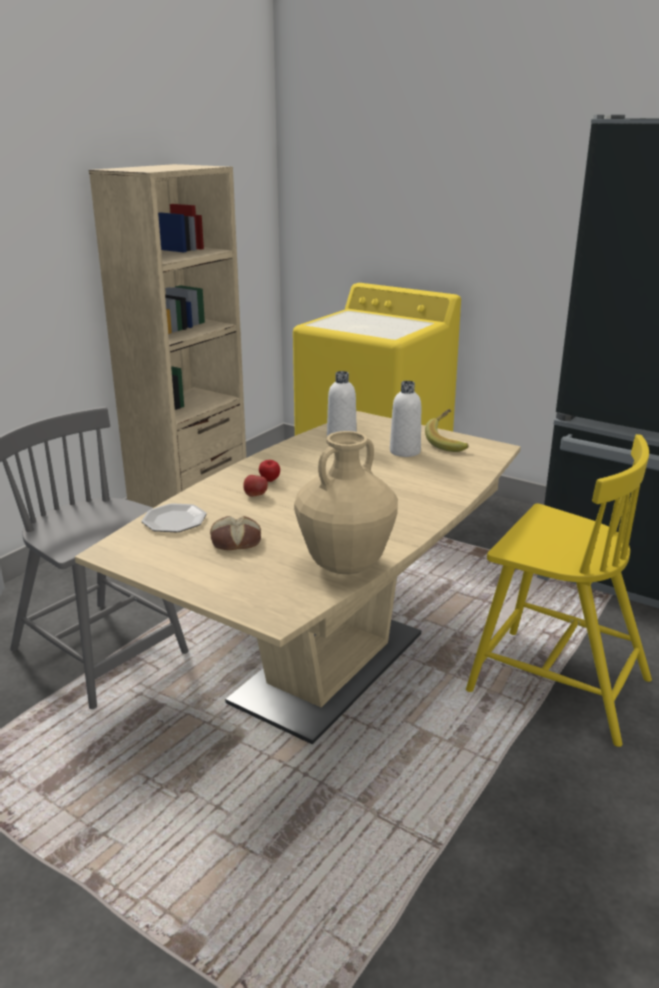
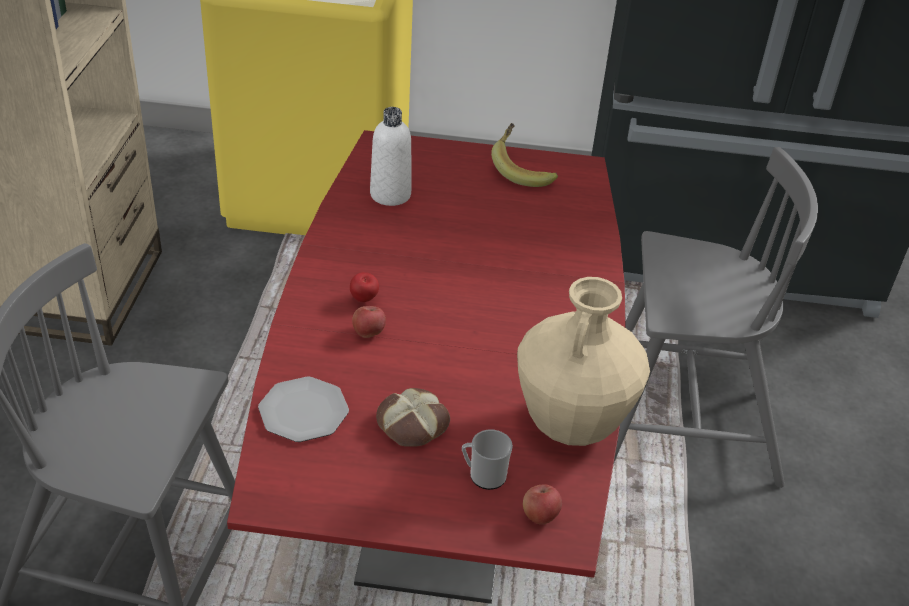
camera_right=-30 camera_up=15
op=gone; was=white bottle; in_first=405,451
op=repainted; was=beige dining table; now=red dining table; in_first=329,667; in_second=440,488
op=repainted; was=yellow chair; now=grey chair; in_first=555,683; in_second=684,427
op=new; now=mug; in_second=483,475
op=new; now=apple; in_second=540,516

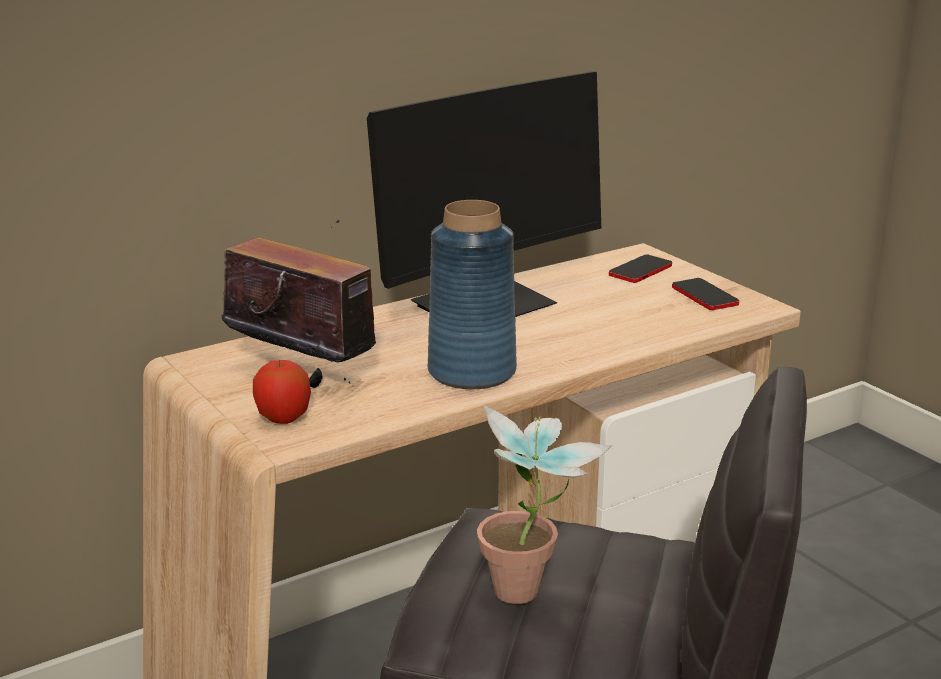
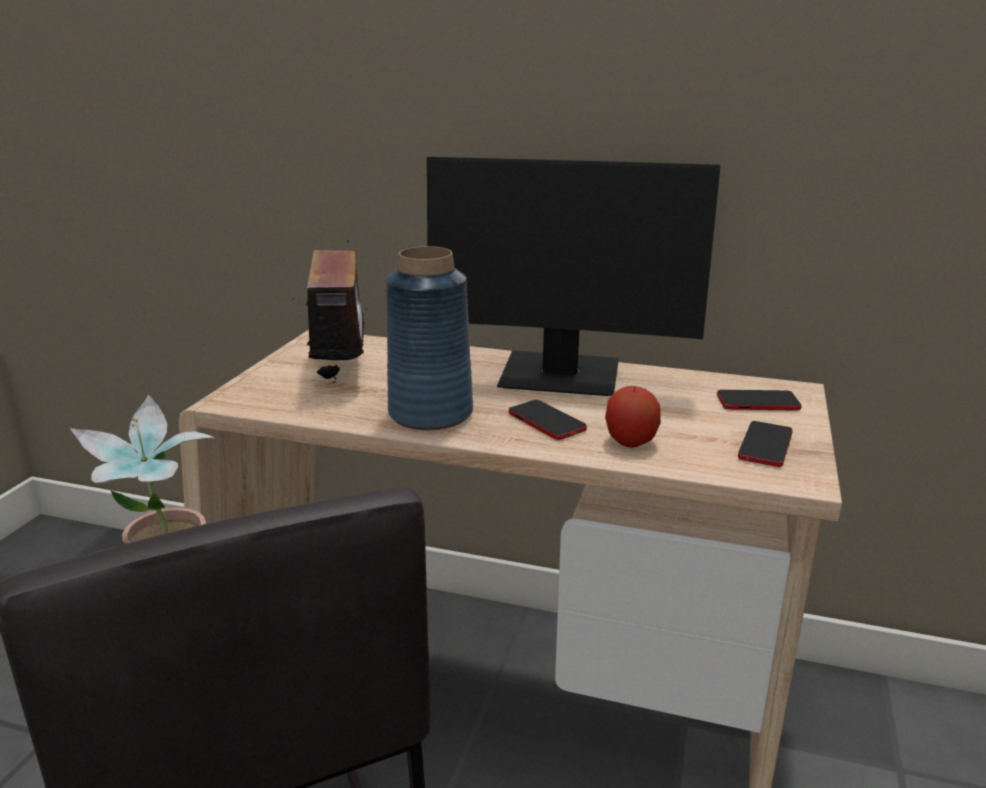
camera_right=50 camera_up=0
op=shifted; was=apple; in_first=283,417; in_second=630,441
op=new; now=phone; in_second=546,421

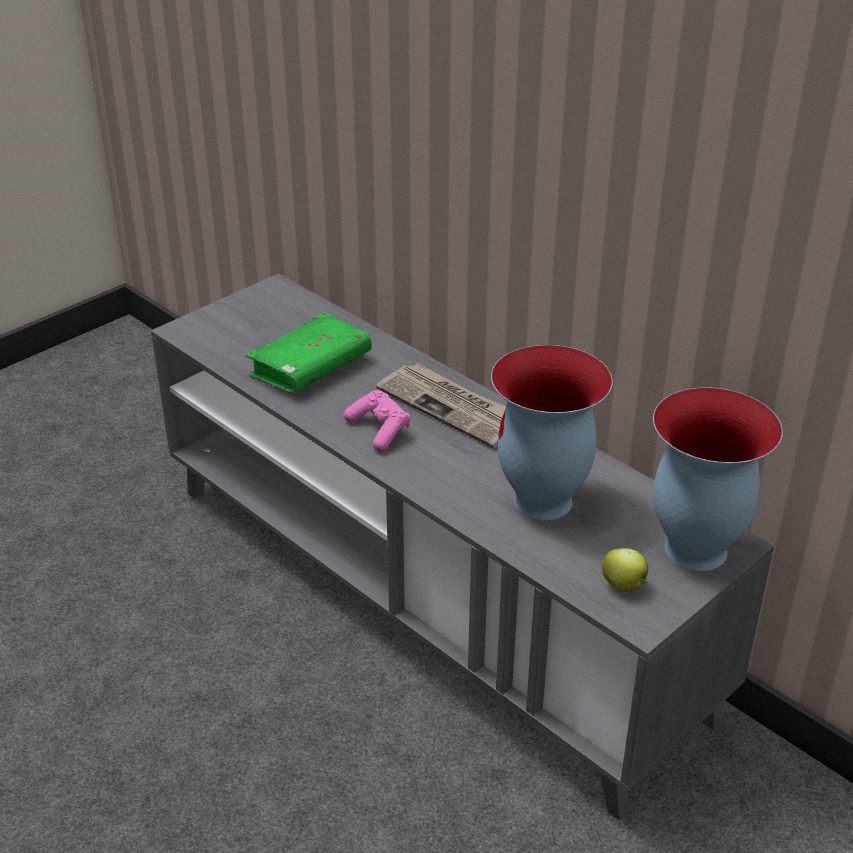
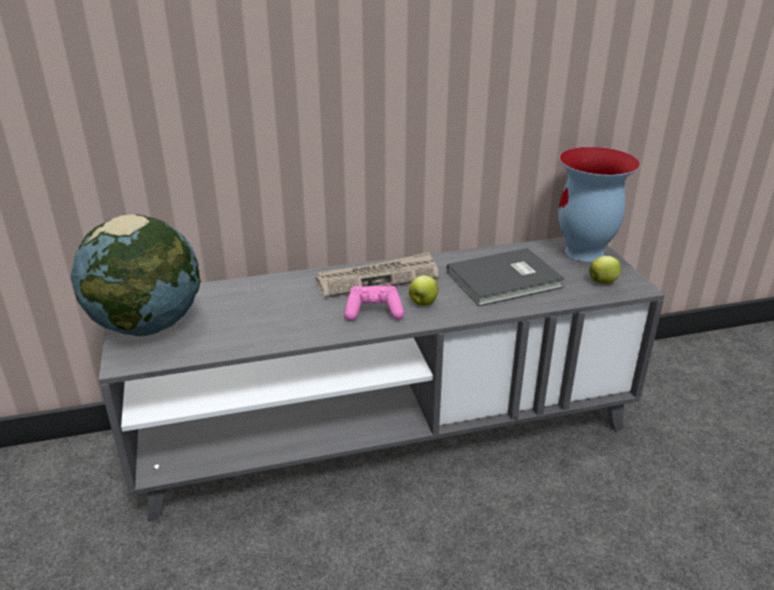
camera_right=-60 camera_up=-5
op=gone; was=green book; in_first=310,368
op=swapped; was=vase; now=grey book; in_first=543,502; in_second=506,280
op=new; now=globe; in_second=148,325
op=new; now=apple; in_second=423,303

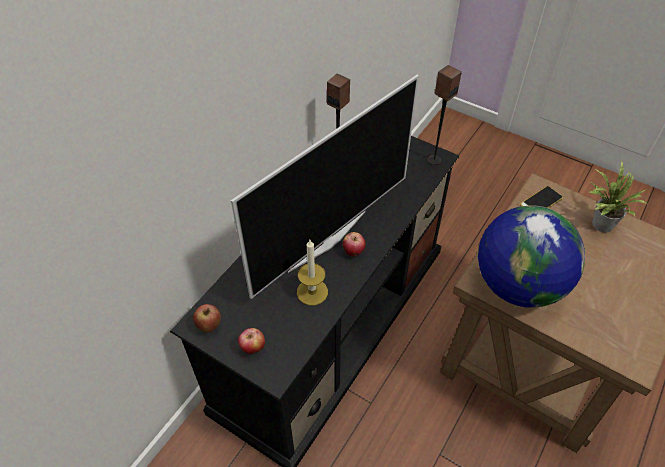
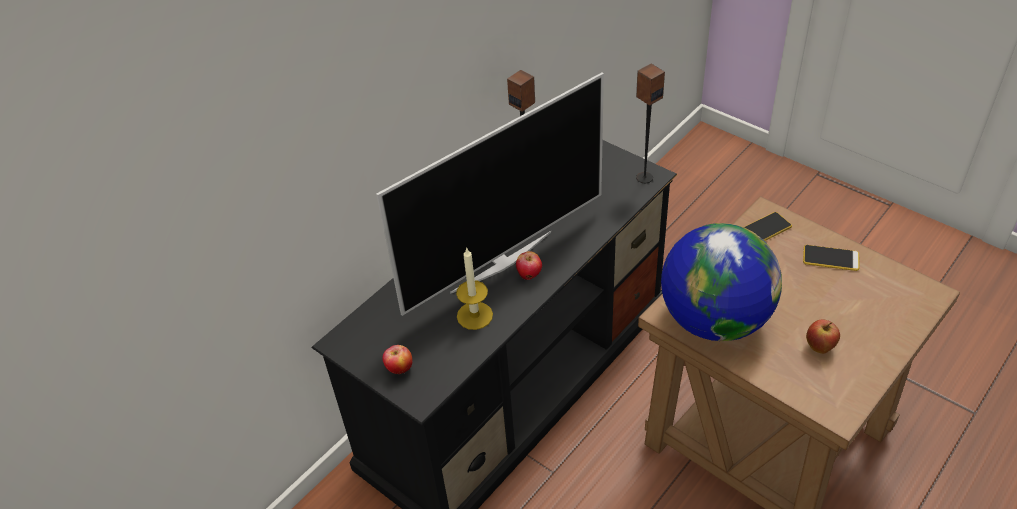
camera_right=10 camera_up=-5
op=swapped; was=potted plant; now=phone; in_first=599,224; in_second=830,258
op=shifted; was=apple; in_first=209,326; in_second=819,347

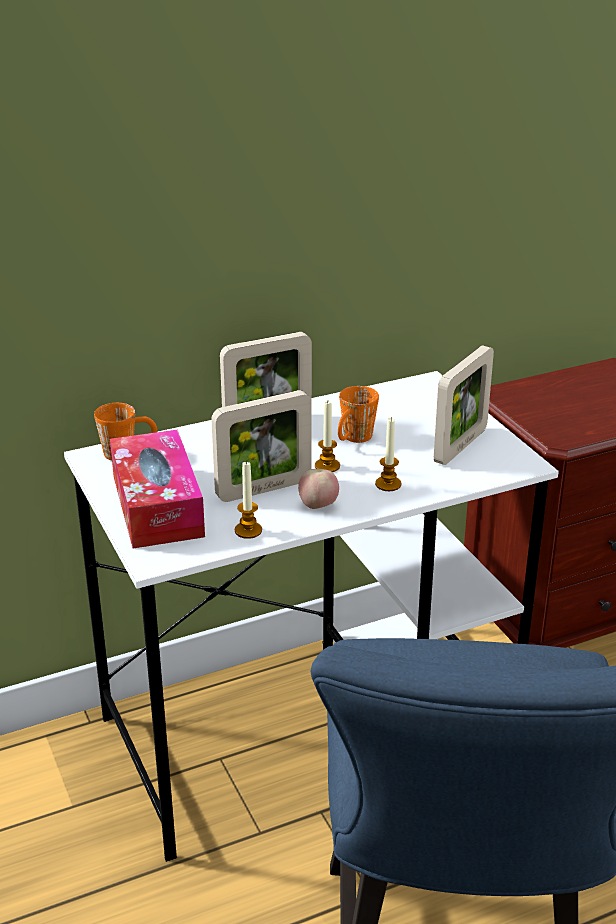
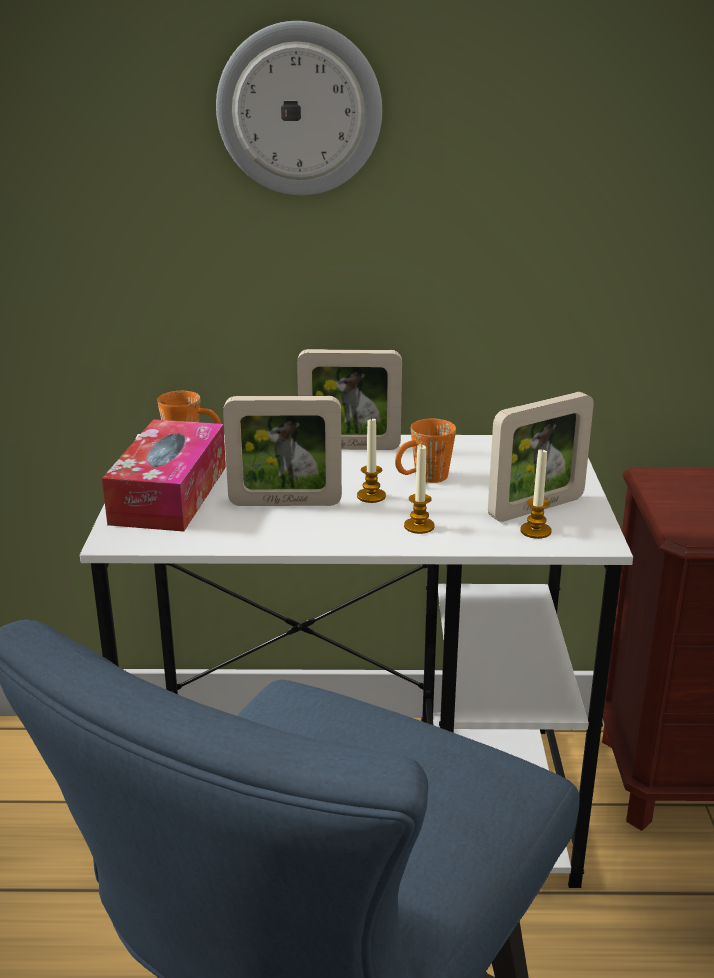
camera_right=25 camera_up=-5
op=shifted; was=candle; in_first=248,530; in_second=535,531
op=gone; was=apple; in_first=318,506
op=new; now=wall clock; in_second=299,110

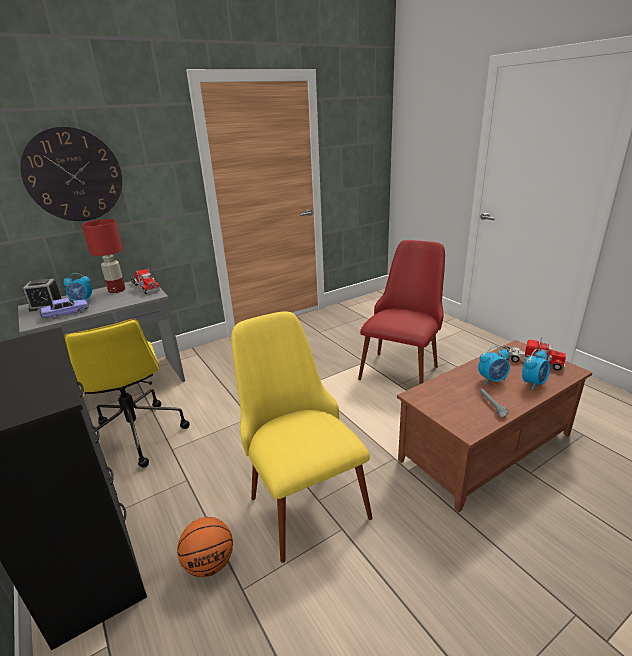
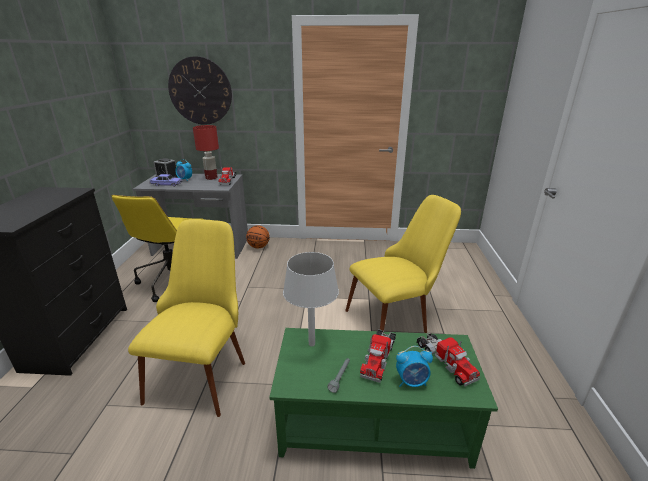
camera_right=35 camera_up=0
op=repainted; was=red chair; now=yellow chair; in_first=403,366; in_second=396,317
op=repainted; was=brown coffee table; now=green coffee table; in_first=484,446; in_second=373,422
op=swapped; was=alarm clock; now=toy truck; in_first=492,380; in_second=378,357
op=shifted; was=basketball; in_first=209,563; in_second=258,247
op=new; now=grey table lamp; in_second=311,344

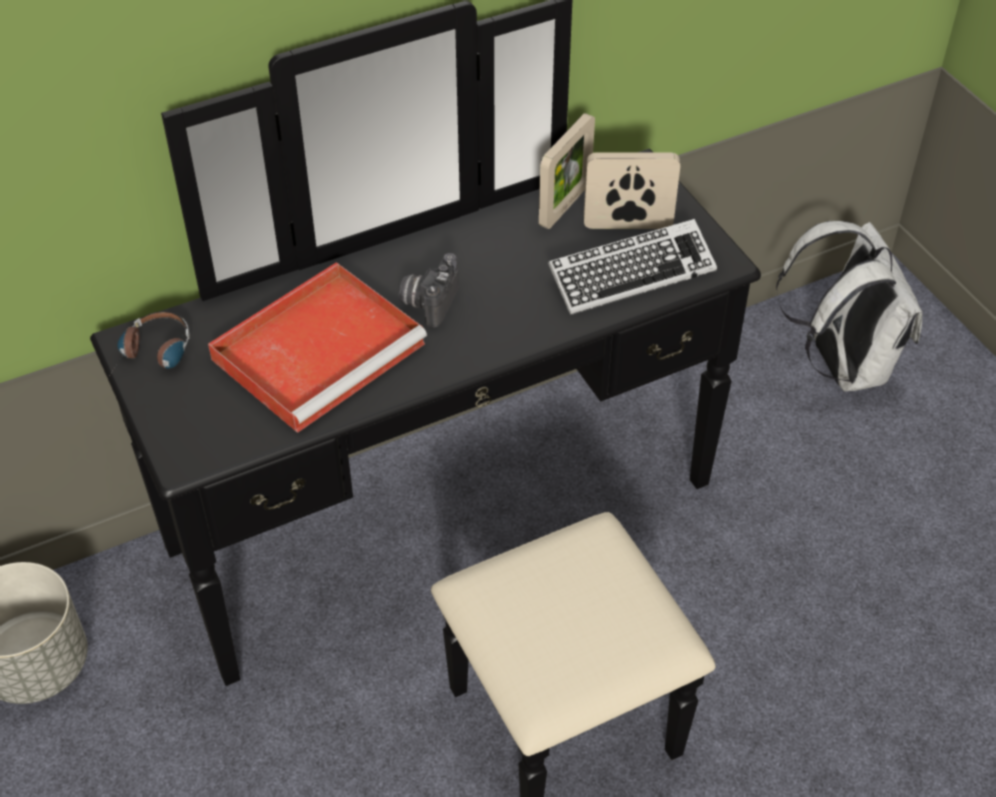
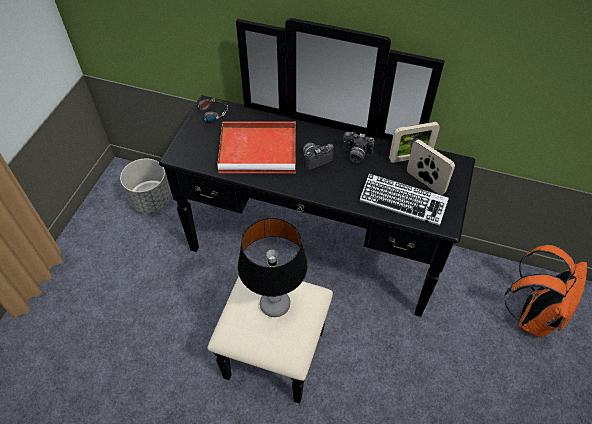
camera_right=45 camera_up=5
op=repainted; was=white backpack; now=orange backpack; in_first=841,364; in_second=532,315
op=new; now=photo camera; in_second=355,155
op=new; now=table lamp; in_second=275,305

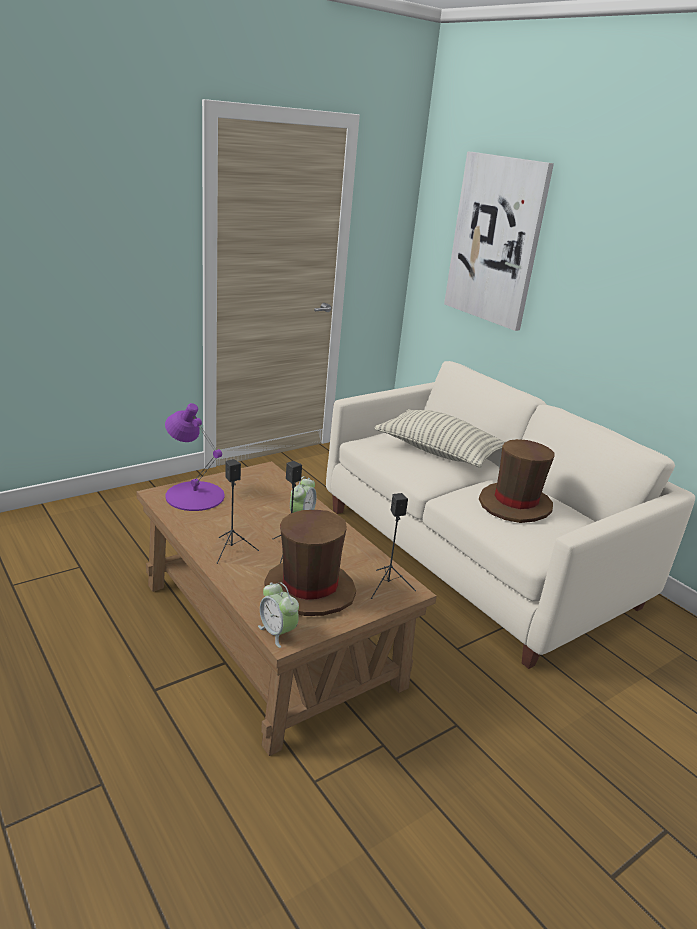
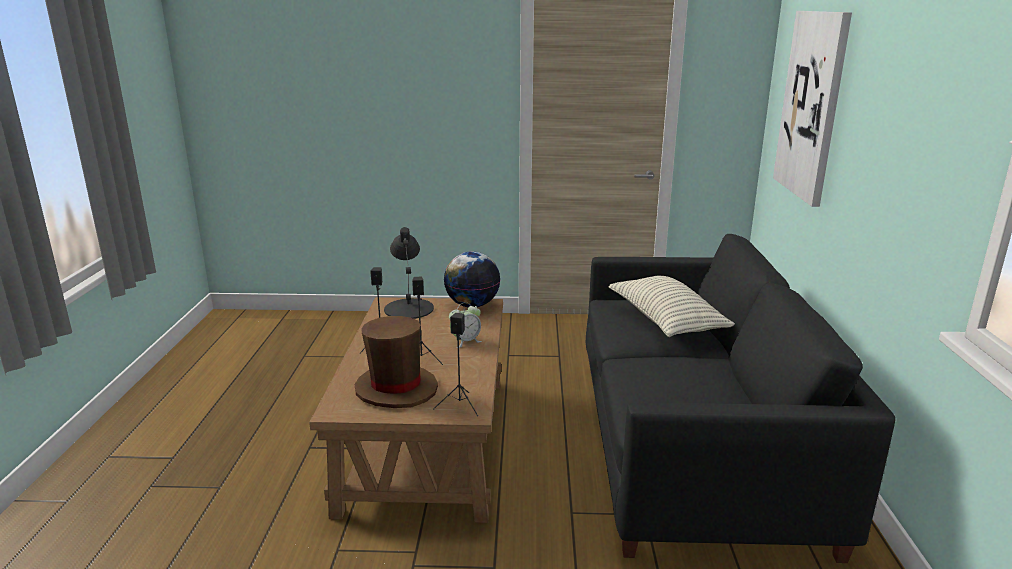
camera_right=40 camera_up=-5
op=repainted; was=white sofa; now=black sofa; in_first=476,556; in_second=693,446
op=repainted; was=purple table lamp; now=black table lamp; in_first=194,495; in_second=409,308
op=gone; was=brown hat; in_first=515,504
op=gone; was=alarm clock; in_first=277,632
op=new; now=globe; in_second=472,305

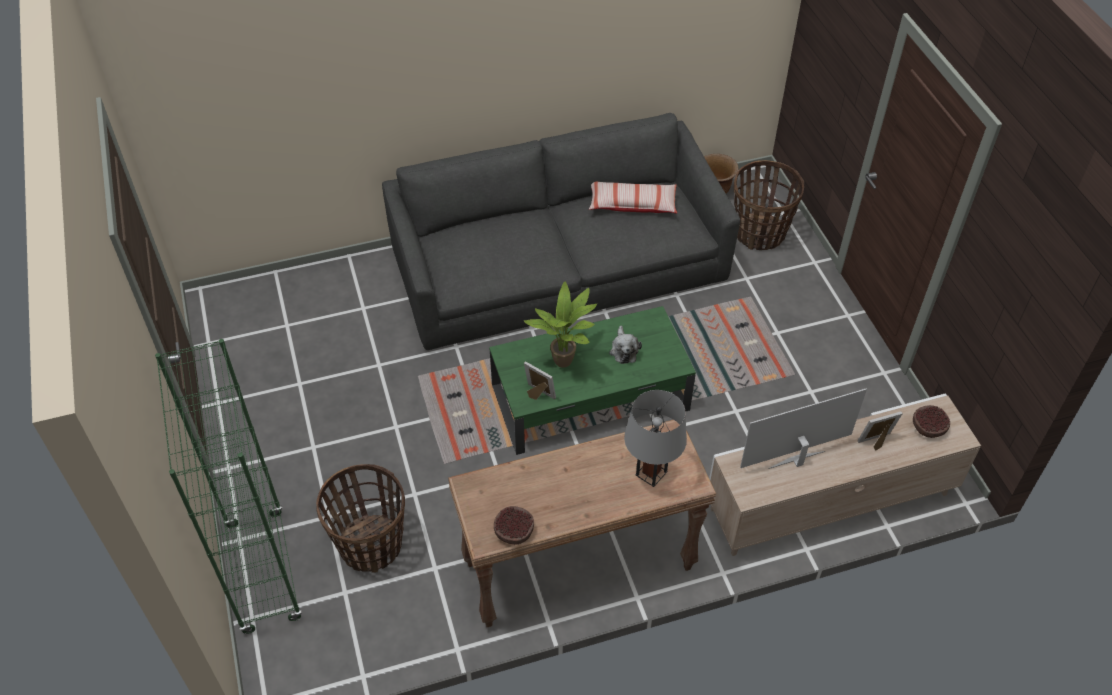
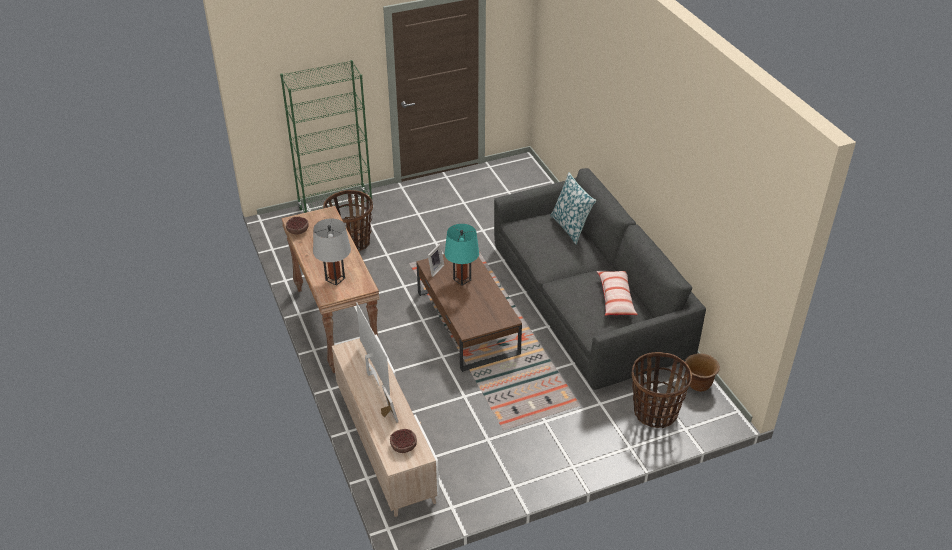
camera_right=85 camera_up=-10
op=swapped; was=potted plant; now=turquoise table lamp; in_first=565,363; in_second=462,279
op=repainted; was=green coffee table; now=brown coffee table; in_first=591,397; in_second=467,323
op=gone; was=plush toy; in_first=623,350
op=new; now=pillow; in_second=570,227

